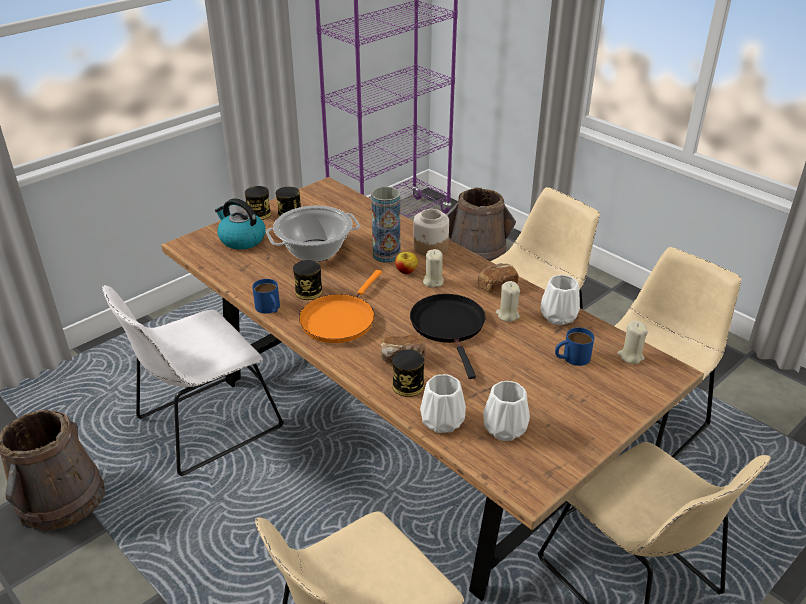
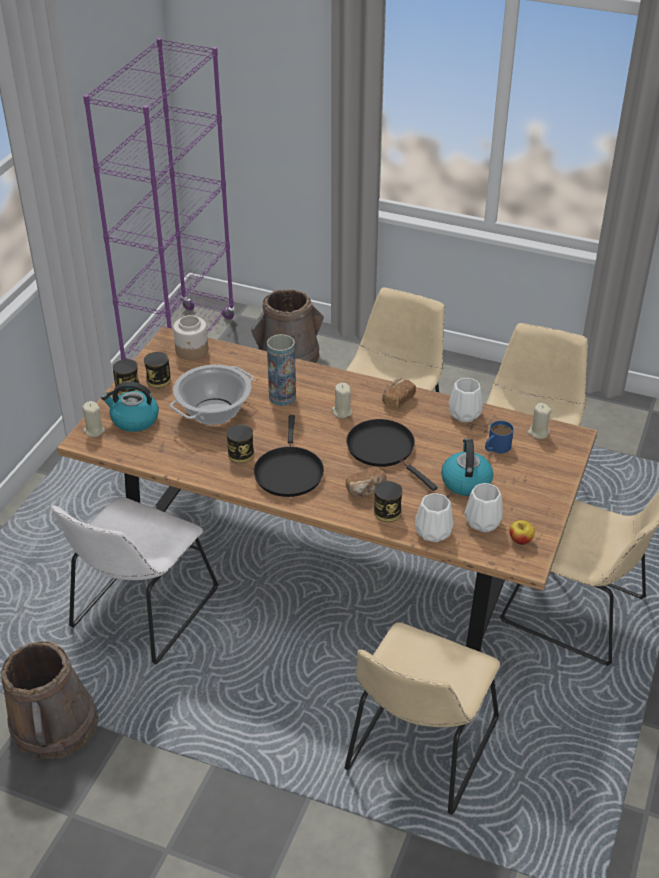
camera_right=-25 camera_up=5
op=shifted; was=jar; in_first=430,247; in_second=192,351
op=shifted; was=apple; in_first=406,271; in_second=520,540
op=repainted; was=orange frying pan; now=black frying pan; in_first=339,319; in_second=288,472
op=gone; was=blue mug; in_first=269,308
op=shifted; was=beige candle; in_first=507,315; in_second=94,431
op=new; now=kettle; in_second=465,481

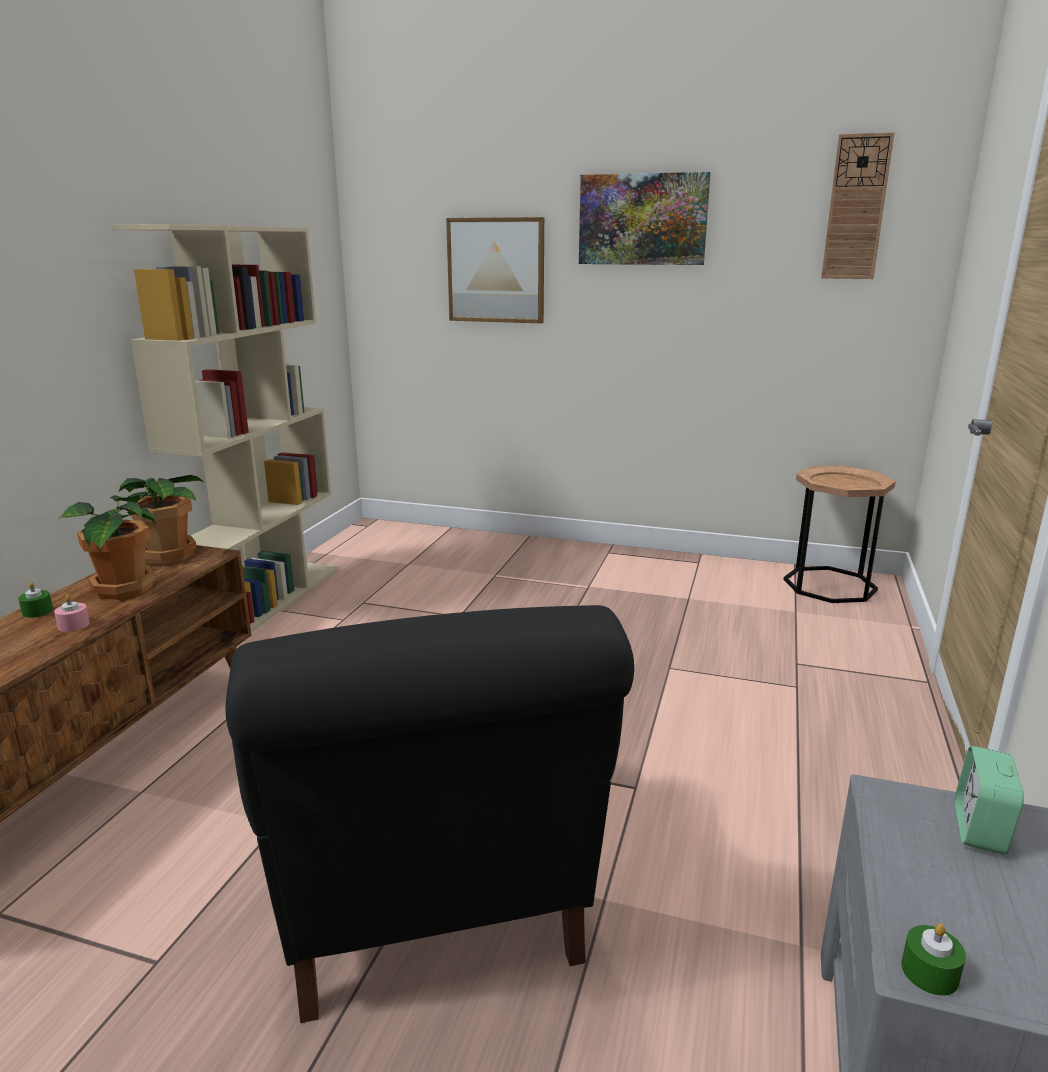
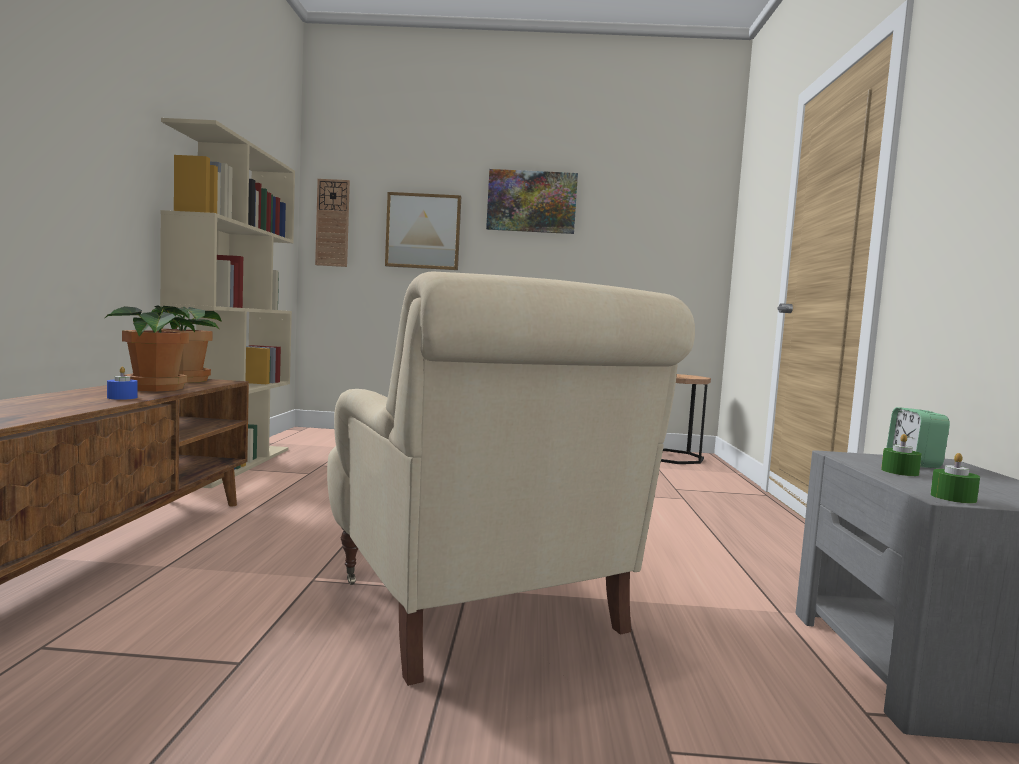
camera_right=-15 camera_up=-15
op=shifted; was=wall clock; in_first=856,208; in_second=332,223
op=shifted; was=green candle; in_first=37,611; in_second=899,472
op=repainted; was=pink candle; now=blue candle; in_first=73,625; in_second=122,397
op=repainted; was=black armchair; now=beige armchair; in_first=430,897; in_second=480,608

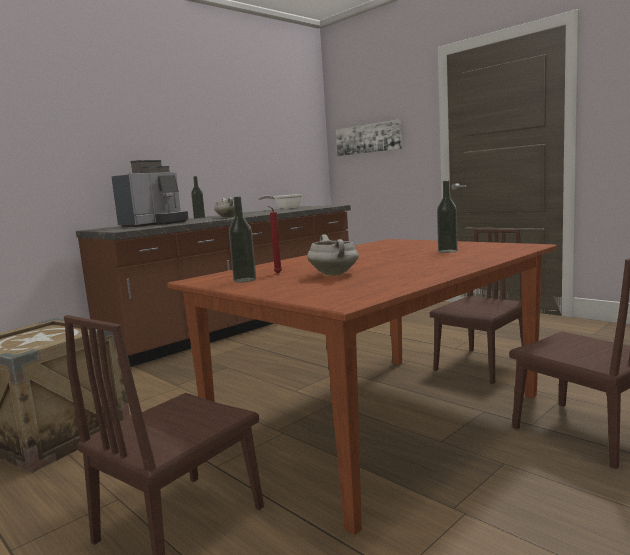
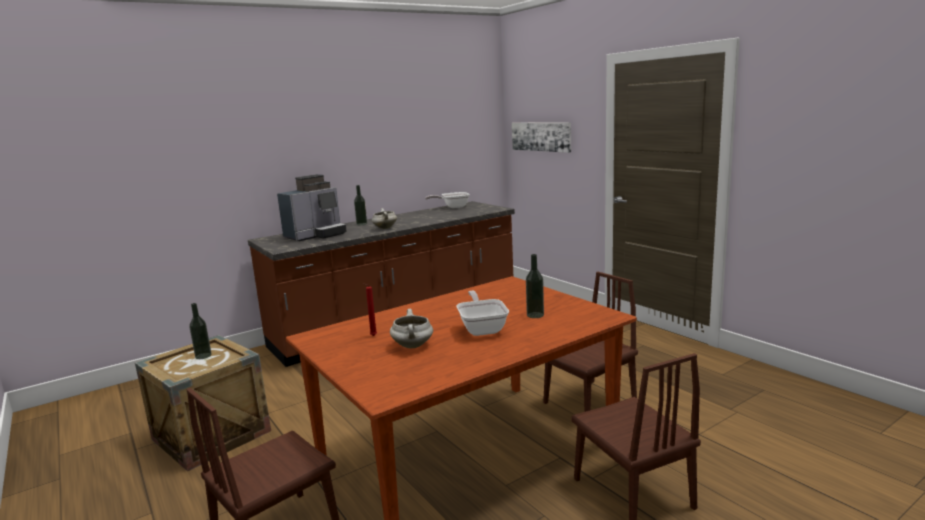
camera_right=10 camera_up=5
op=shifted; was=bottle; in_first=245,280; in_second=203,356
op=new; now=frying pan; in_second=482,328

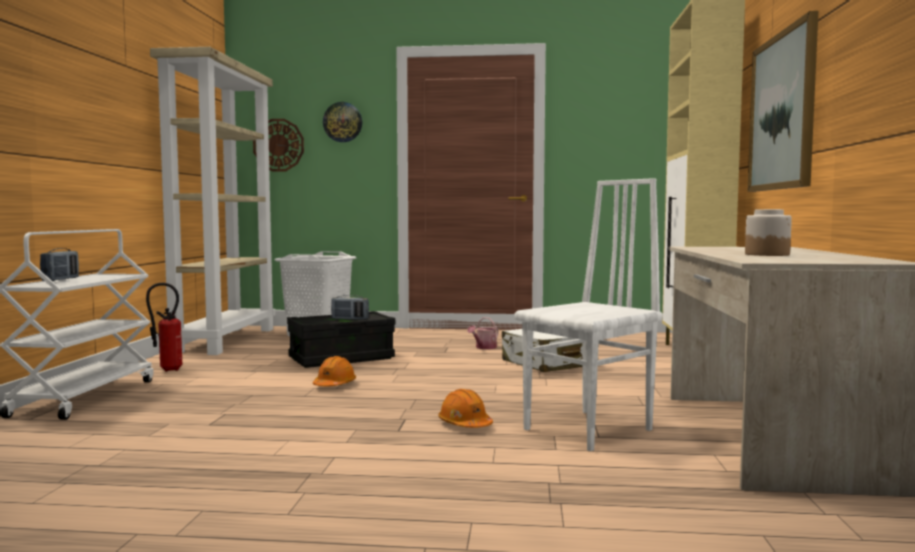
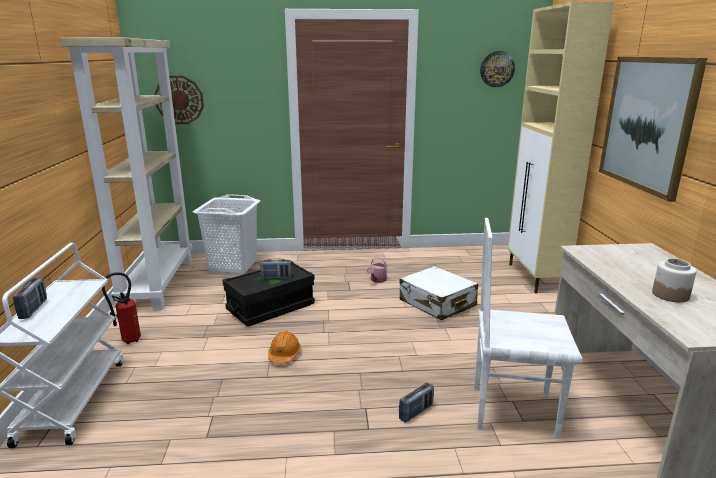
camera_right=-10 camera_up=15
op=shifted; was=wall clock; in_first=342,122; in_second=497,69
op=rotated; was=white chair; in_first=590,430; in_second=512,410; clockwise=-120
op=swapped; was=orange hard hat; now=radio; in_first=465,424; in_second=416,412

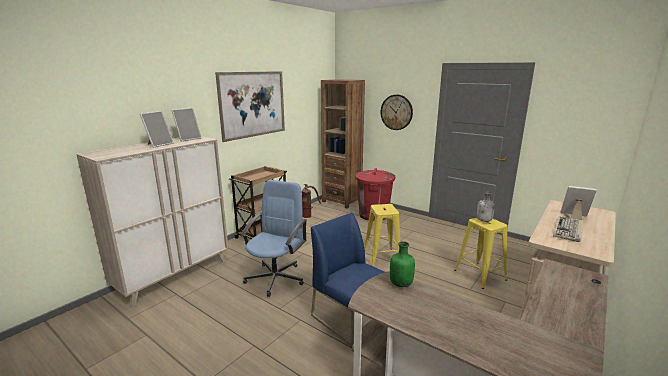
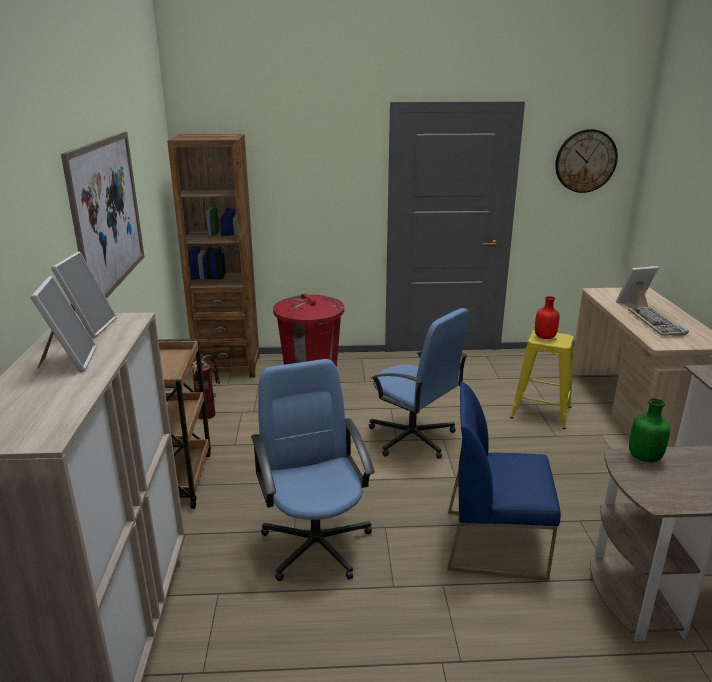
camera_right=-40 camera_up=5
op=shifted; was=wall clock; in_first=396,112; in_second=585,161
op=repainted; was=grey bottle; now=red bottle; in_first=484,220; in_second=545,337
op=swapped; was=yellow stool; now=blue office chair; in_first=382,257; in_second=413,438

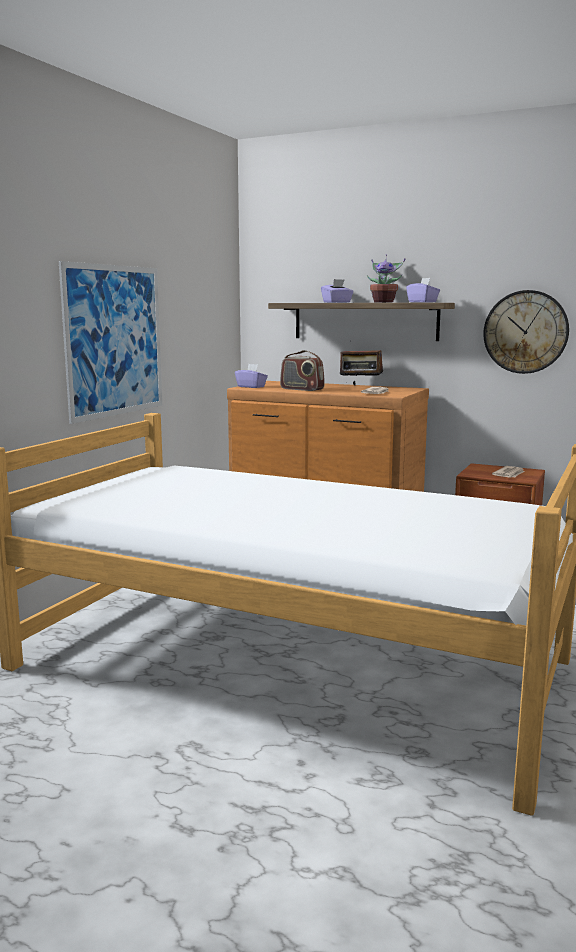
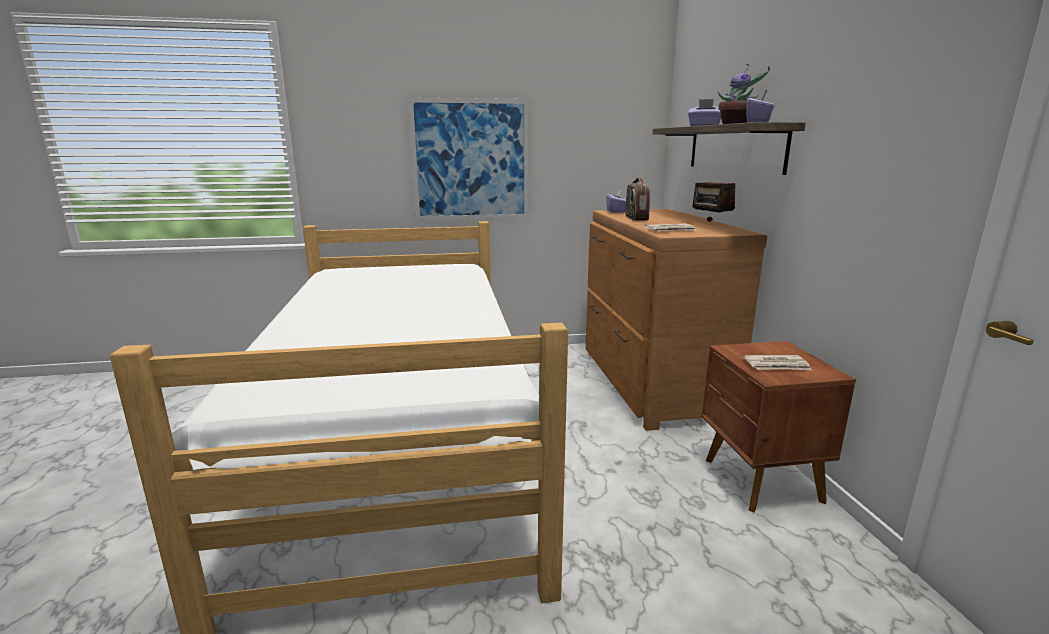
camera_right=55 camera_up=5
op=gone; was=wall clock; in_first=525,332

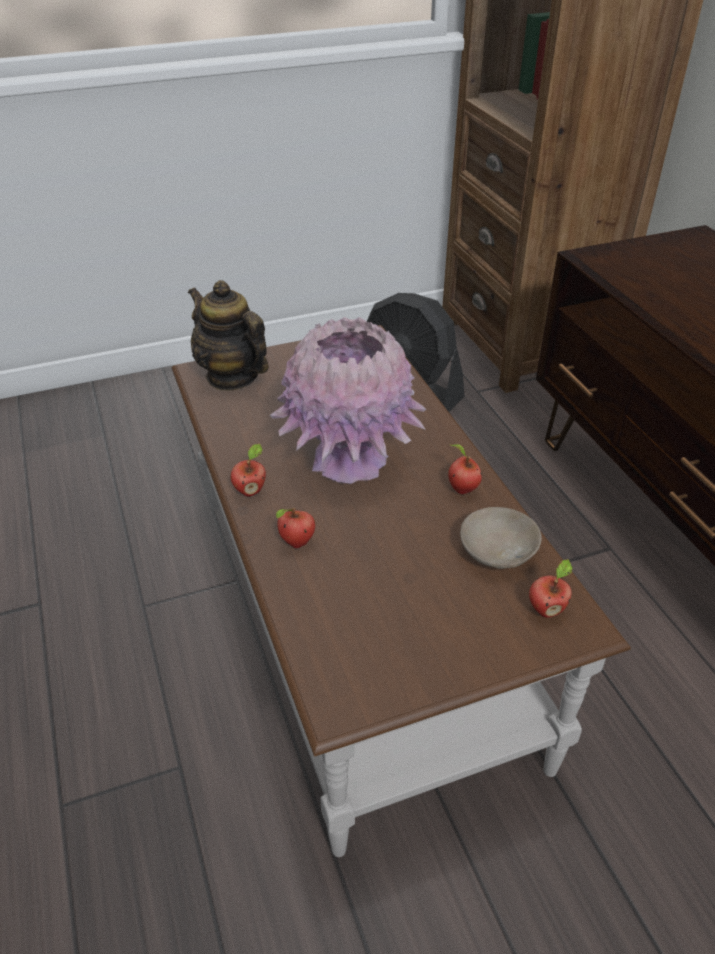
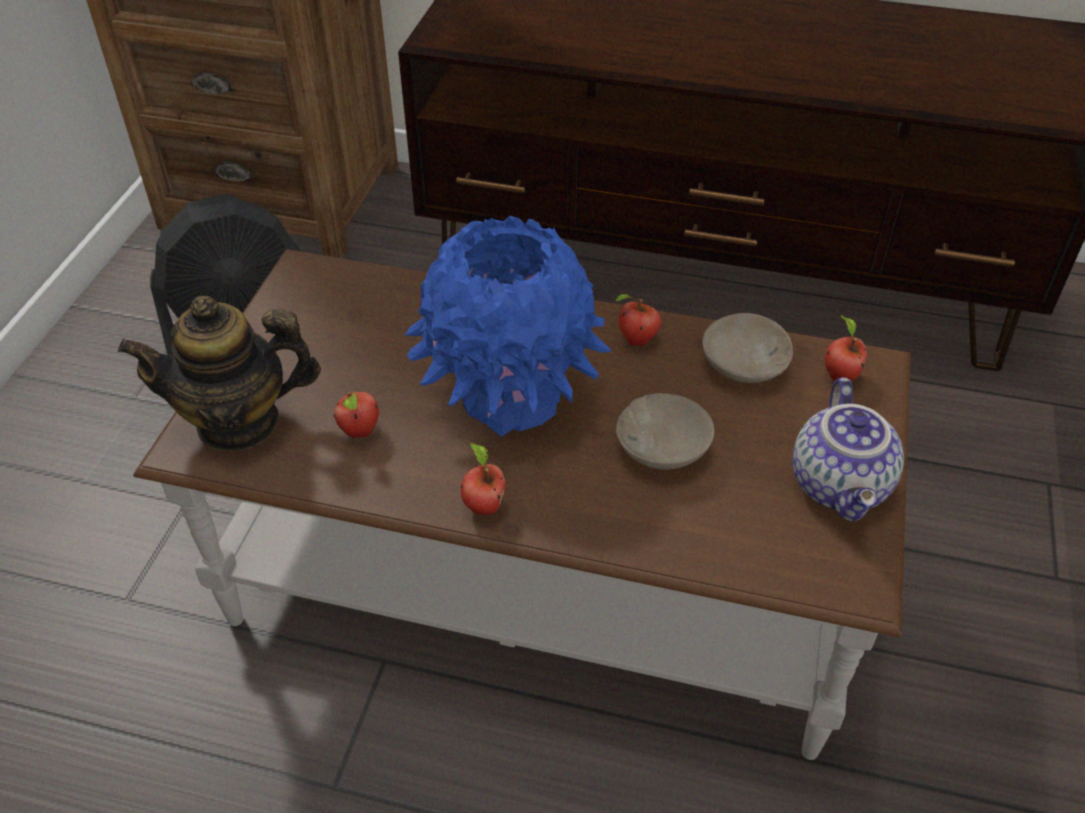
camera_right=-55 camera_up=5
op=repainted; was=pink vase; now=blue vase; in_first=348,460; in_second=510,398
op=shifted; was=apple; in_first=296,543; in_second=360,432
op=new; now=teapot; in_second=842,486
op=new; now=beige bowl; in_second=664,450

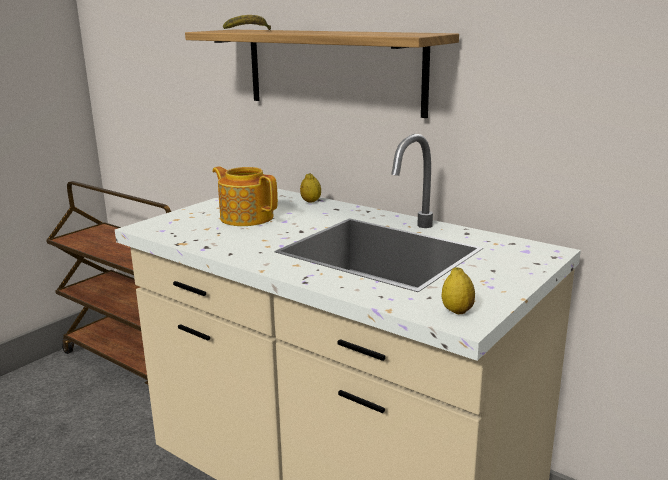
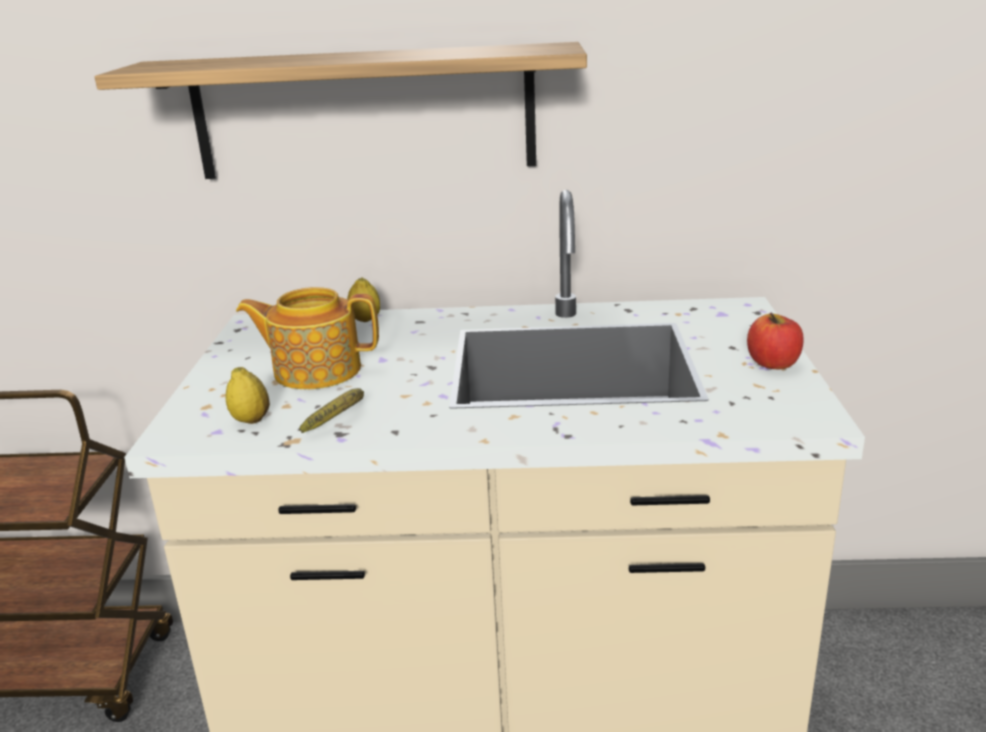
camera_right=-35 camera_up=5
op=shifted; was=banana; in_first=249,31; in_second=340,419
op=shifted; was=lemon; in_first=457,311; in_second=251,420
op=new; now=apple; in_second=773,364

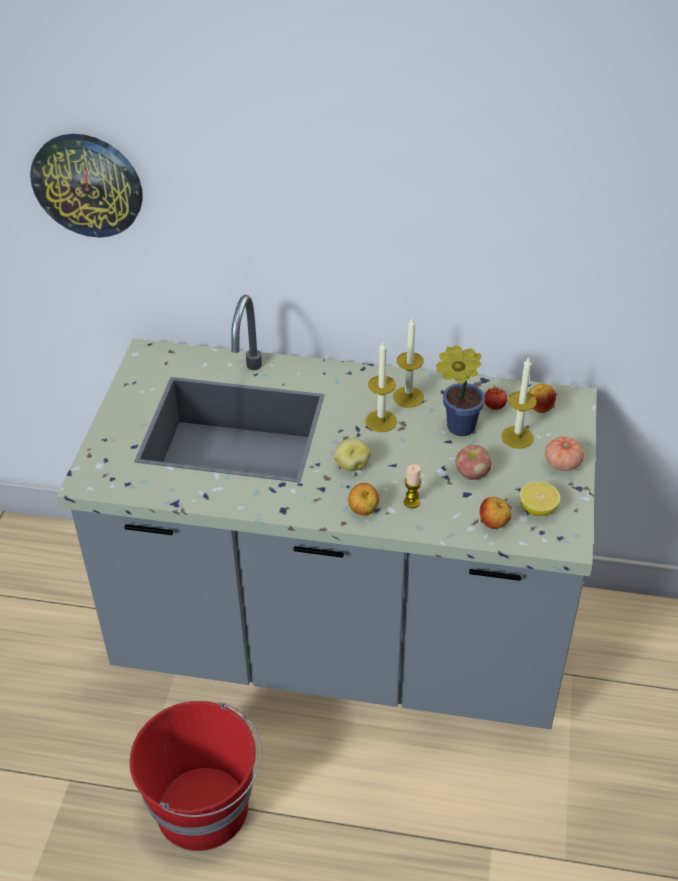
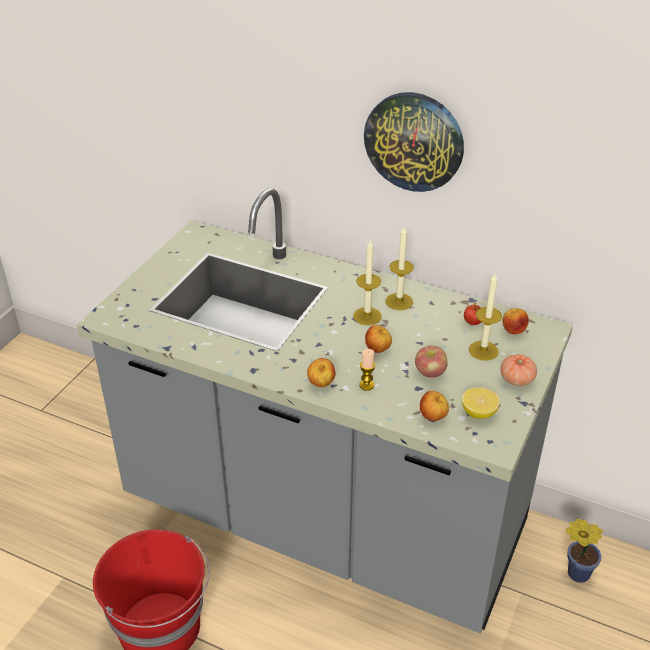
camera_right=15 camera_up=-5
op=shifted; was=wall clock; in_first=88,184; in_second=414,141
op=shifted; was=potted plant; in_first=457,426; in_second=575,572
op=gone; was=potato; in_first=351,464
op=new; now=apple; in_second=378,350

